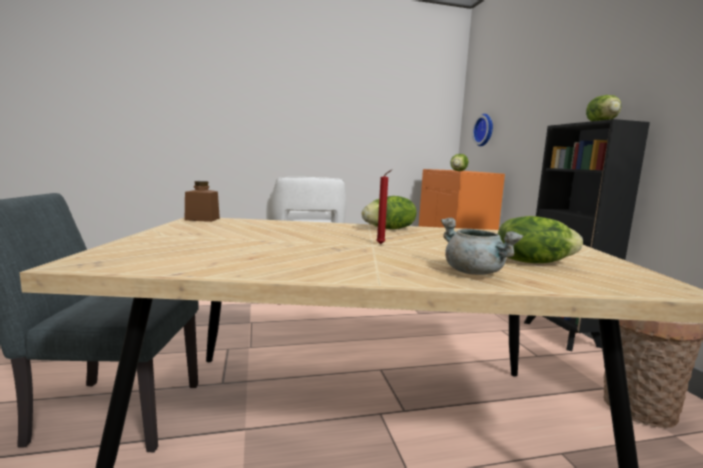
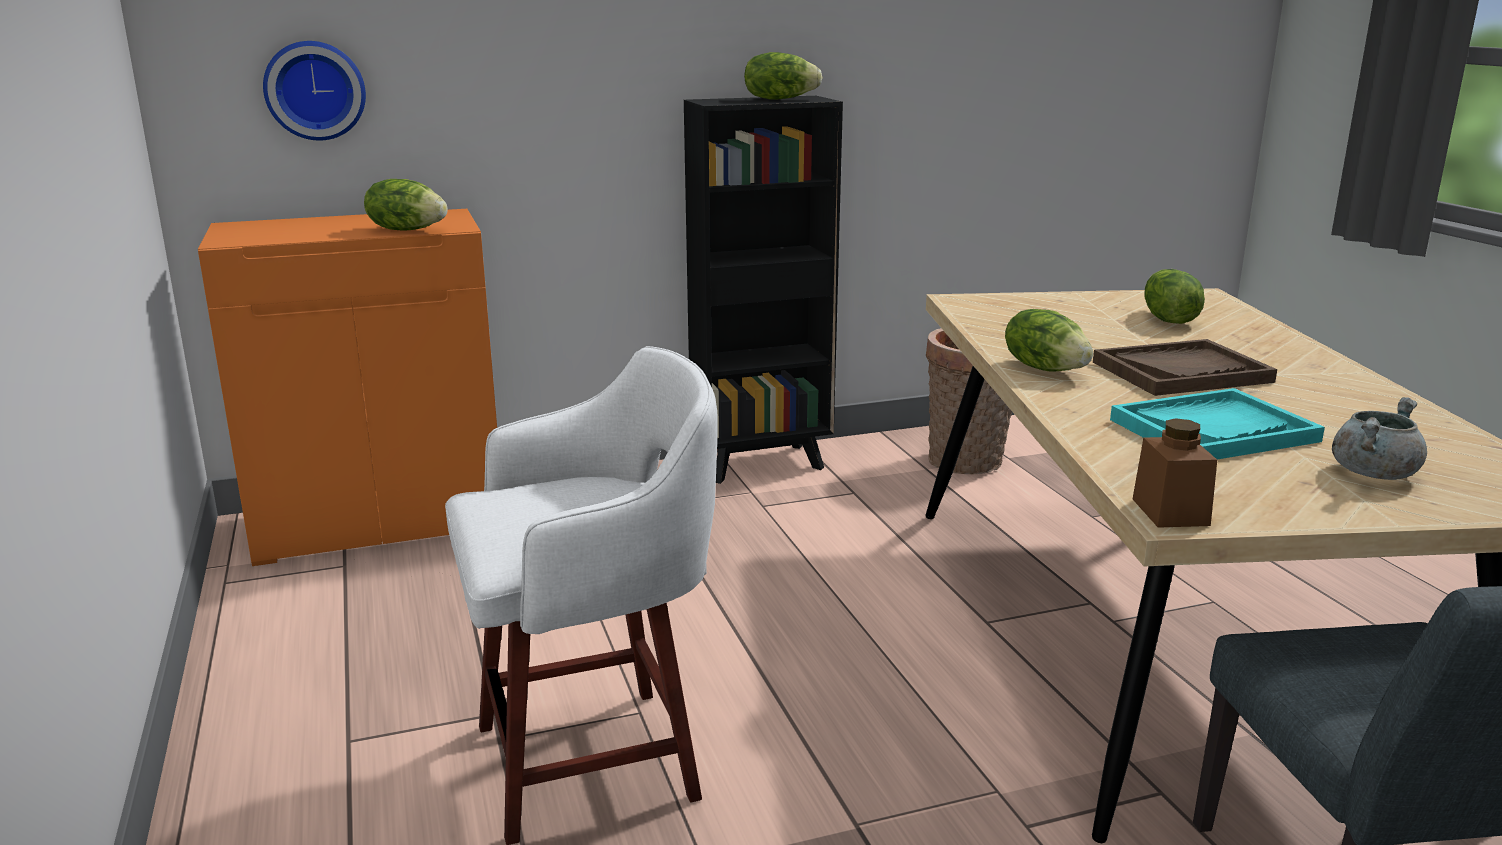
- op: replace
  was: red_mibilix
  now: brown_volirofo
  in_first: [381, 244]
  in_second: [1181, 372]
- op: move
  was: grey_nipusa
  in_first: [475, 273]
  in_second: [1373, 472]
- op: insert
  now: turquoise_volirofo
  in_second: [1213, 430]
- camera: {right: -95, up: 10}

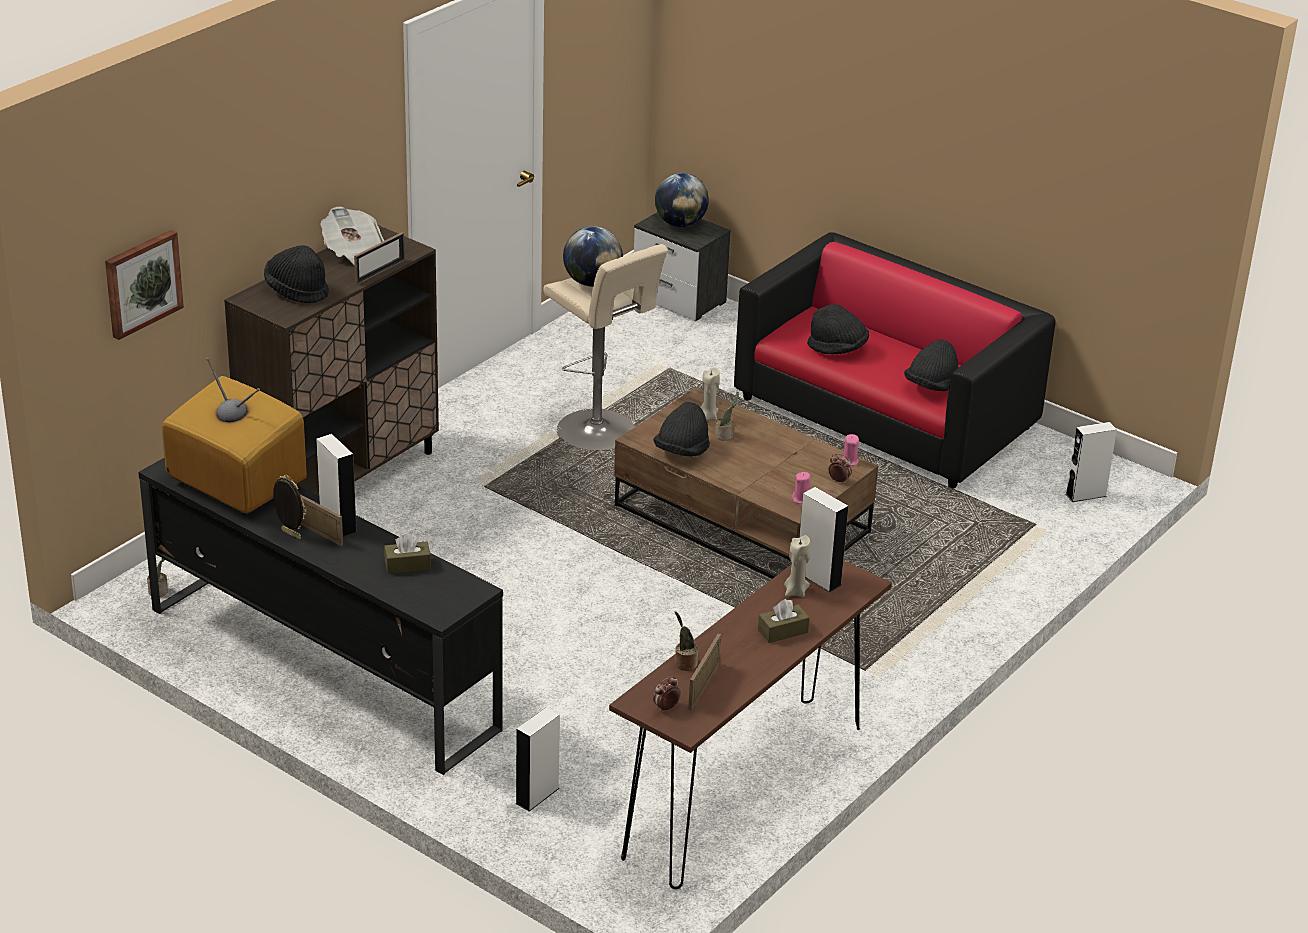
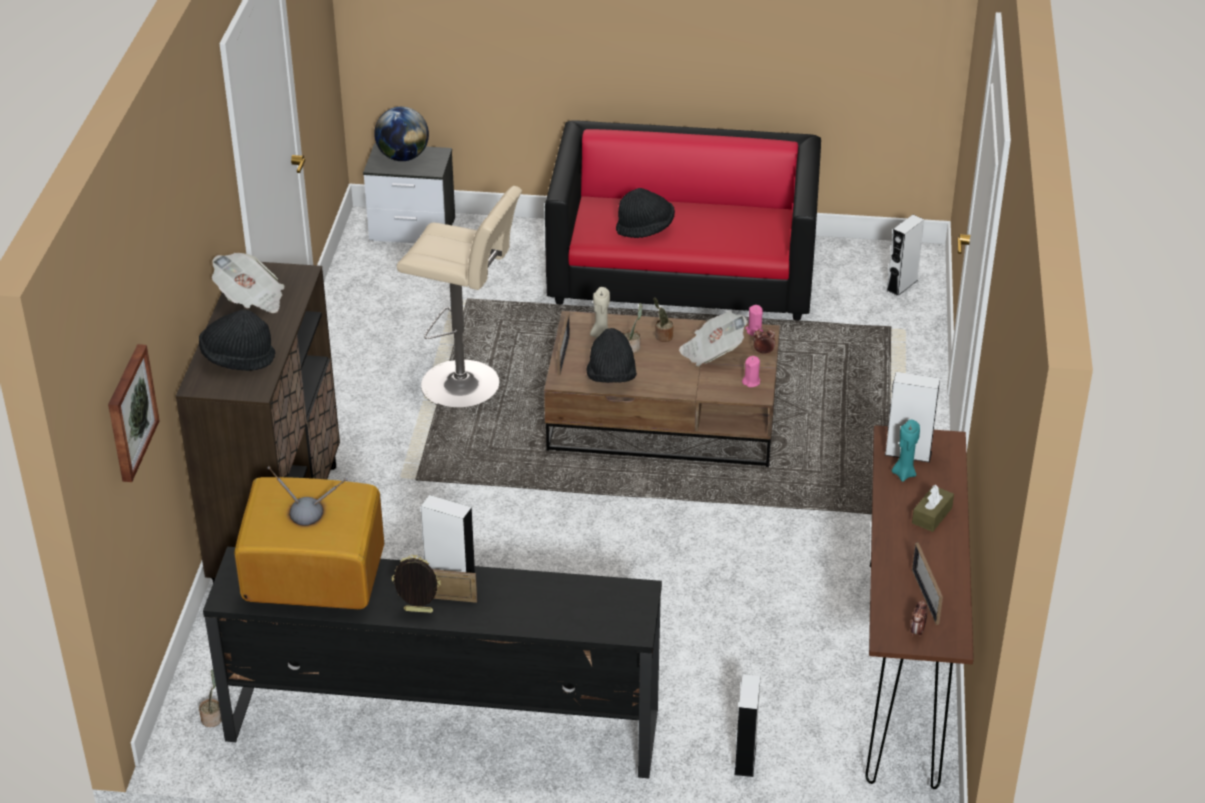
- op: move
  was: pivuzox
  in_first: [380, 272]
  in_second: [563, 355]
- op: delete
  was: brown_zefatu
  in_first: [407, 565]
- op: delete
  was: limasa
  in_first: [592, 282]
- op: move
  was: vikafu
  in_first: [684, 663]
  in_second: [662, 337]
- op: recolor
  was: beige_mibilix
  now: turquoise_mibilix
  in_first: [795, 591]
  in_second: [903, 474]
- op: delete
  was: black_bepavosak
  in_first: [931, 386]
- op: insert
  now: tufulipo
  in_second: [712, 352]
- camera: {right: -30, up: 5}

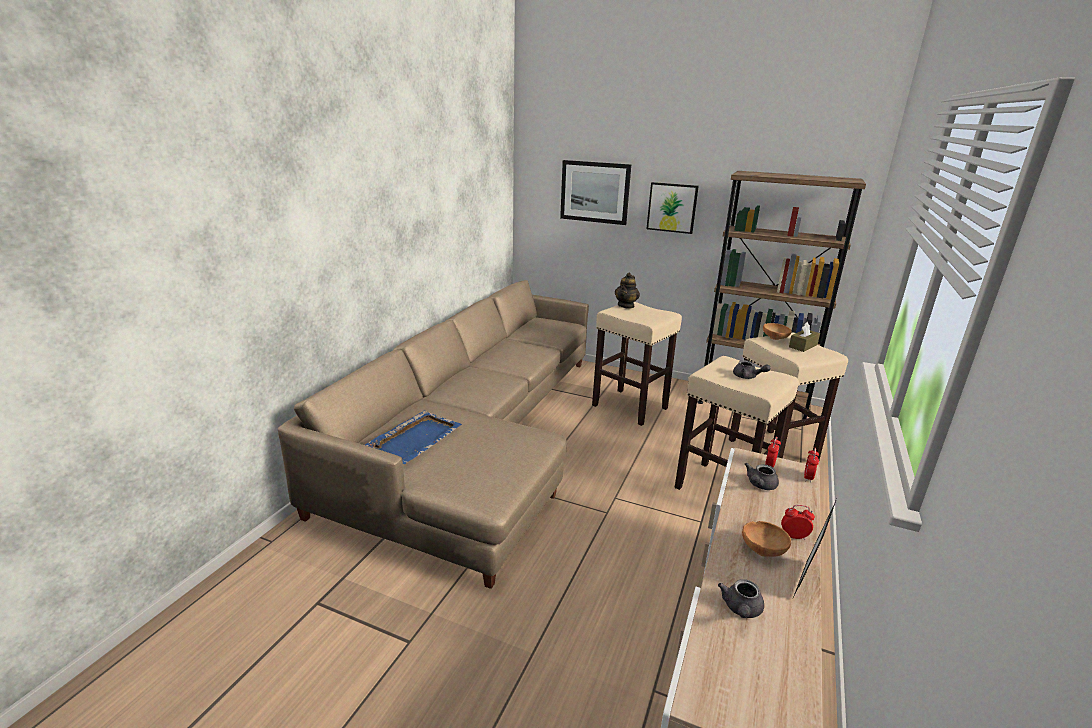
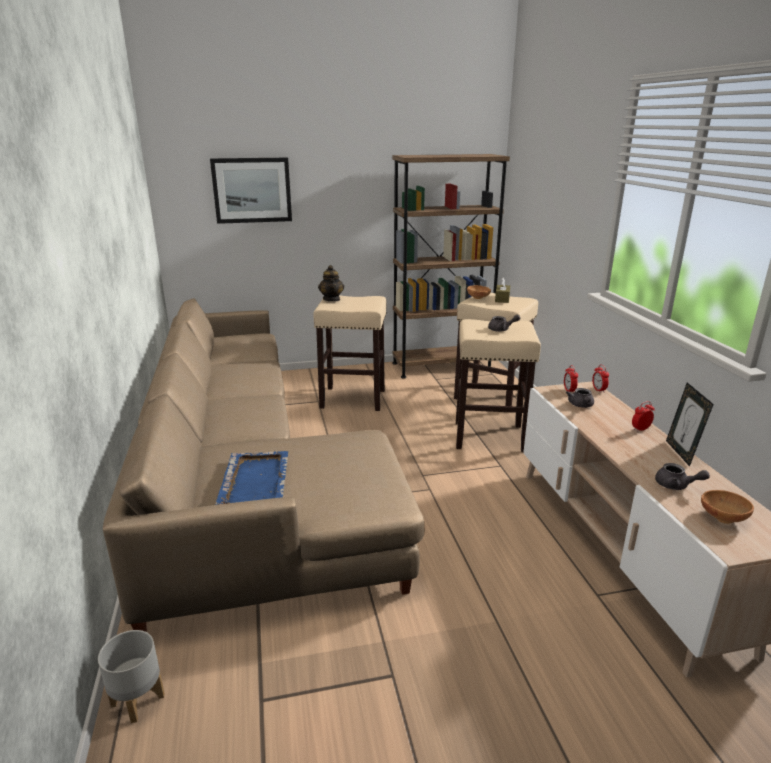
- op: delete
  was: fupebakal
  in_first: [672, 207]
- op: rotate
  was: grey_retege
  in_first: [741, 610]
  in_second: [676, 485]
  clockwise: -45
- op: move
  was: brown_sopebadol
  in_first: [763, 550]
  in_second: [722, 517]
- op: insert
  now: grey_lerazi
  in_second: [137, 699]
- camera: {right: -35, up: 0}

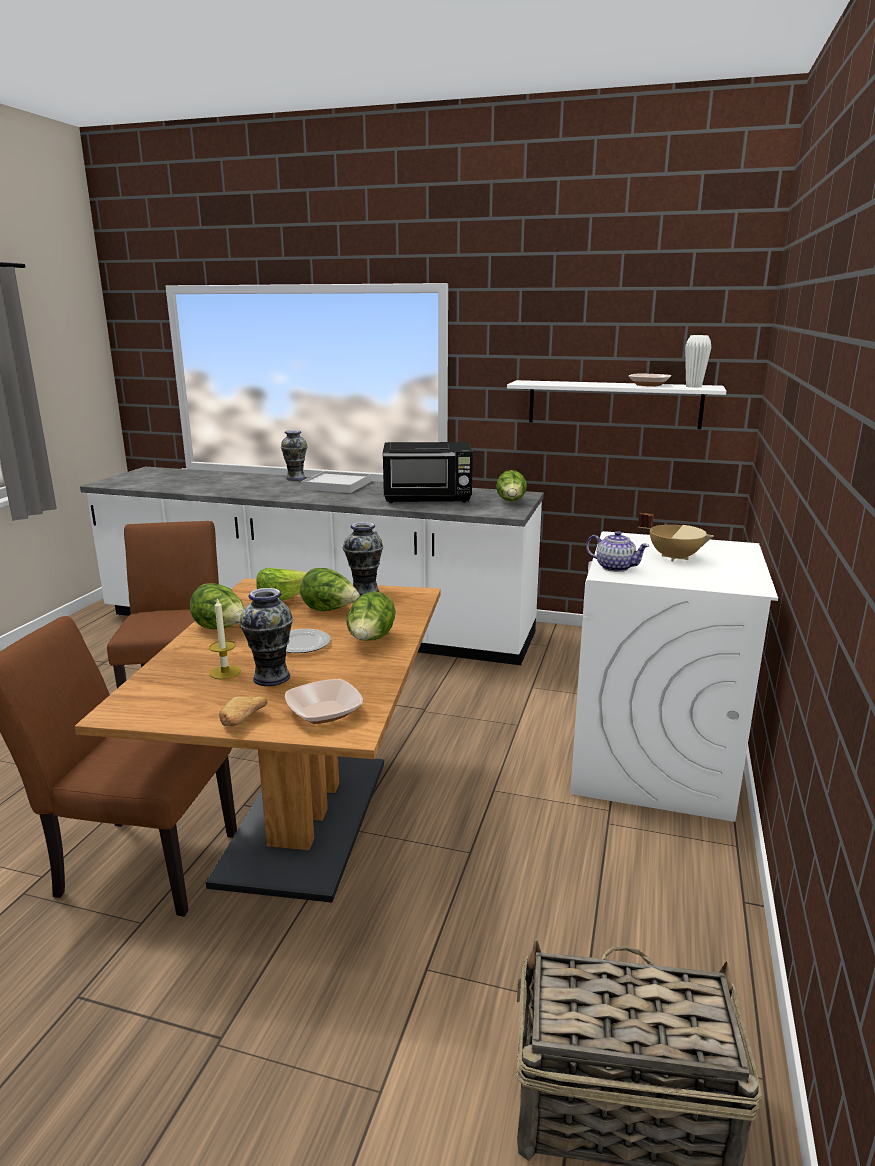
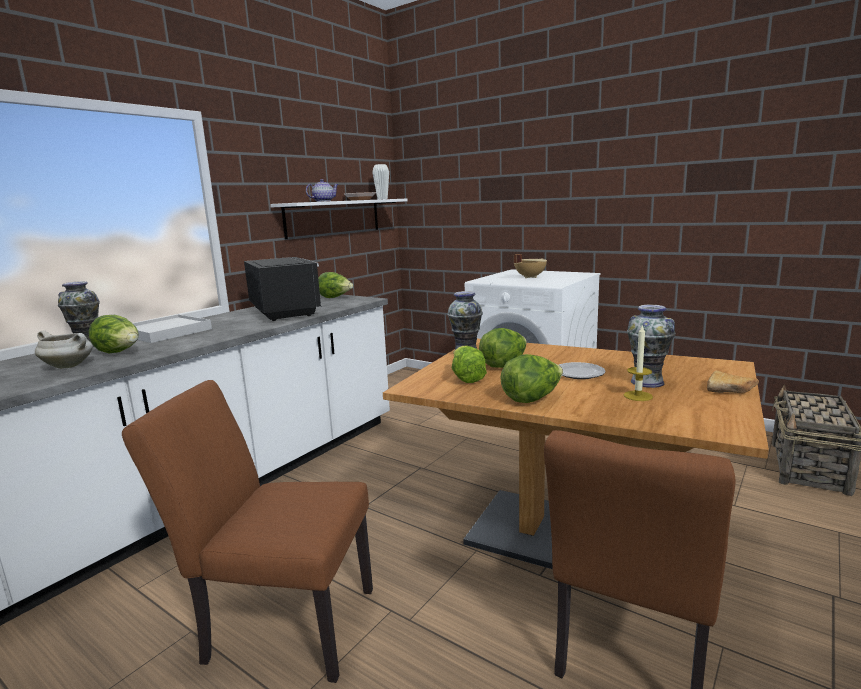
- op: delete
  was: sopebadol
  in_first: [324, 712]
- op: move
  was: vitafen
  in_first: [371, 640]
  in_second: [119, 353]
- op: rotate
  was: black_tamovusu
  in_first: [428, 498]
  in_second: [285, 311]
  clockwise: -45
- op: move
  was: retege
  in_first: [614, 567]
  in_second: [323, 201]
- op: insert
  now: white_nipusa
  in_second: [69, 366]
- camera: {right: -70, up: -5}

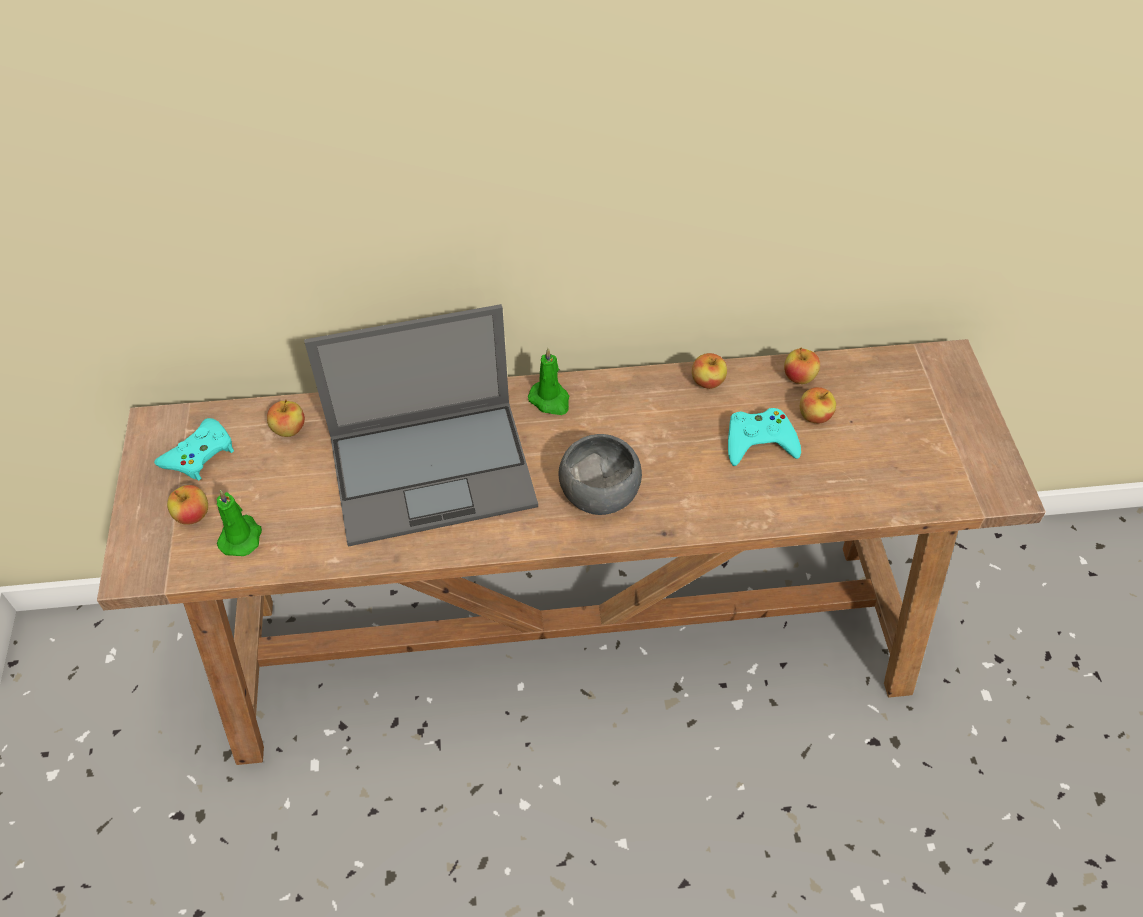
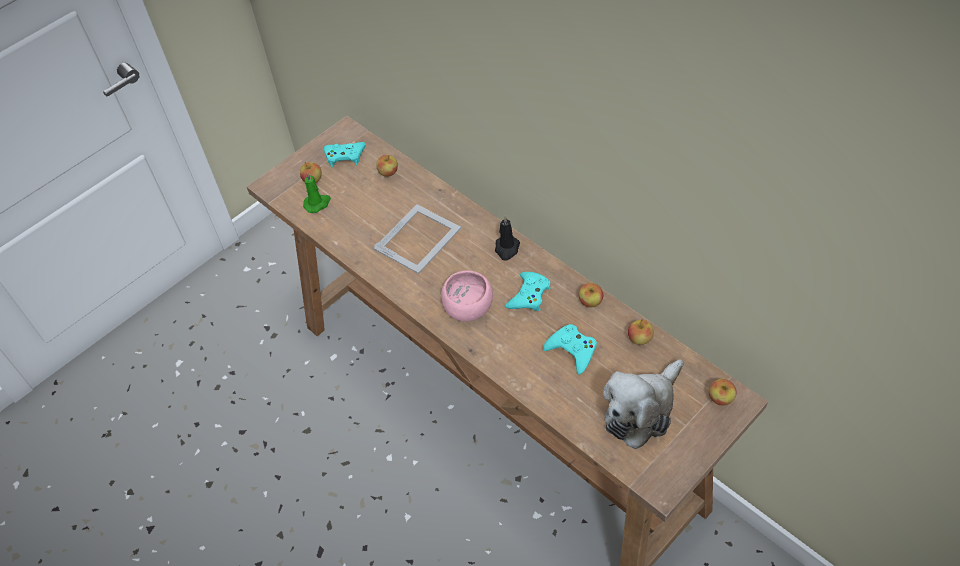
- op: replace
  was: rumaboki
  now: pivuzox
  in_first: [434, 469]
  in_second: [419, 238]
- op: recolor
  was: green_mibilix
  now: black_mibilix
  in_first: [550, 400]
  in_second: [507, 249]
- op: recolor
  was: grey_sopebadol
  now: pink_sopebadol
  in_first: [599, 492]
  in_second: [469, 307]
- op: move
  was: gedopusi
  in_first: [814, 416]
  in_second: [720, 398]
- op: insert
  now: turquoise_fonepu
  in_second: [529, 295]
- op: insert
  now: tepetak
  in_second: [641, 410]
- camera: {right: 55, up: 0}

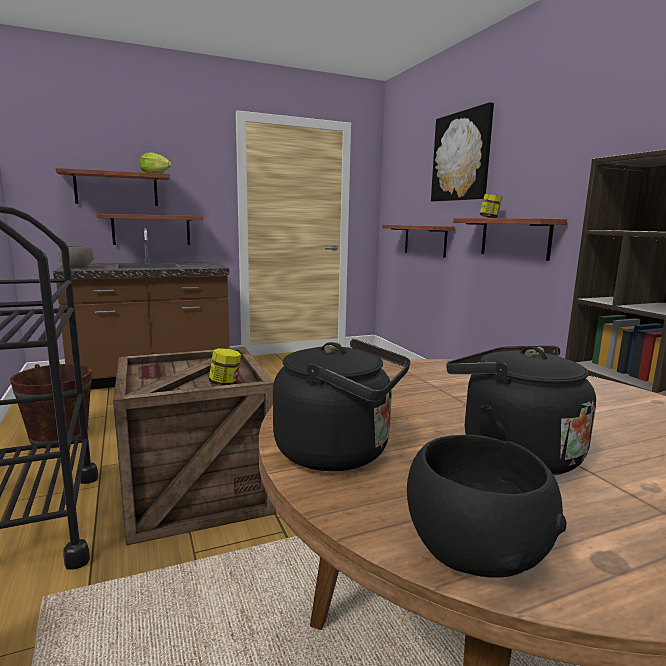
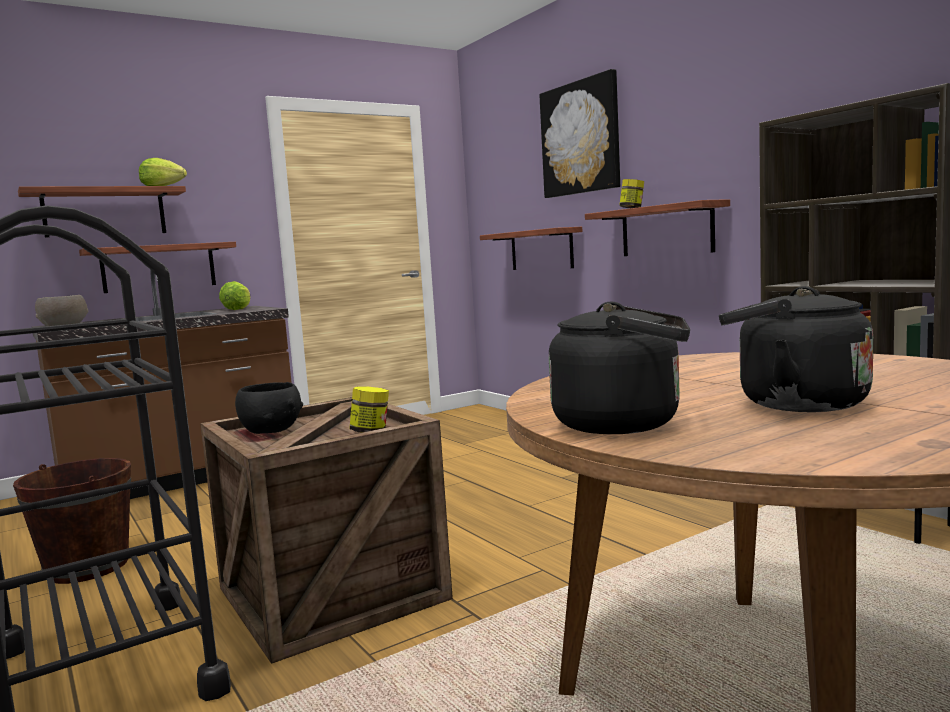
- op: move
  was: black_sopebadol
  in_first: [476, 550]
  in_second: [272, 430]
- op: insert
  now: vitafen
  in_second: [238, 309]
- camera: {right: -10, up: -5}

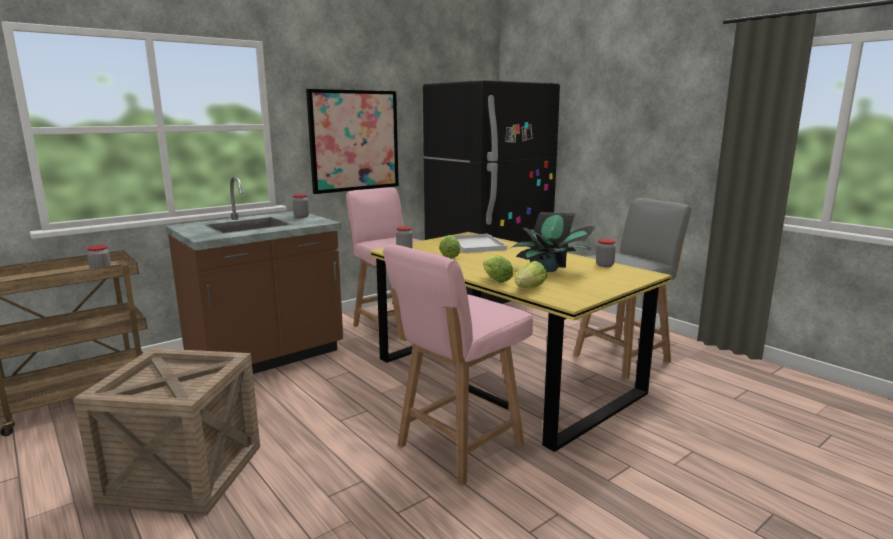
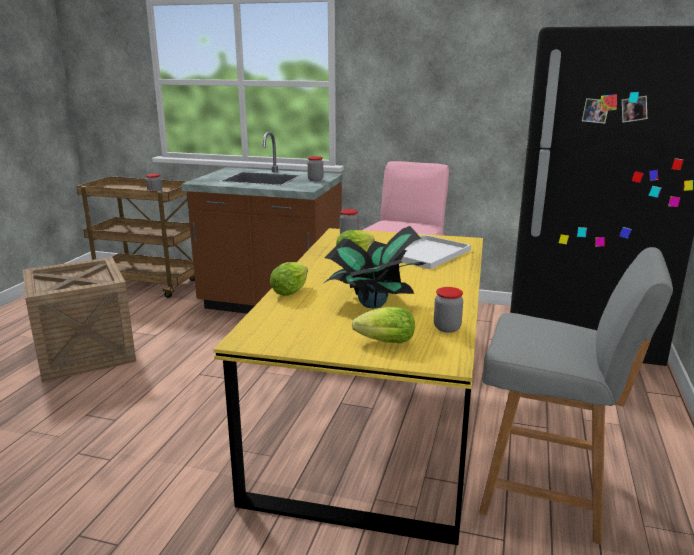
- op: delete
  was: fupebakal
  in_first: [354, 140]
- op: delete
  was: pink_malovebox
  in_first: [458, 446]
- op: move
  was: vitafen
  in_first: [528, 289]
  in_second: [382, 342]
- camera: {right: 55, up: 5}

